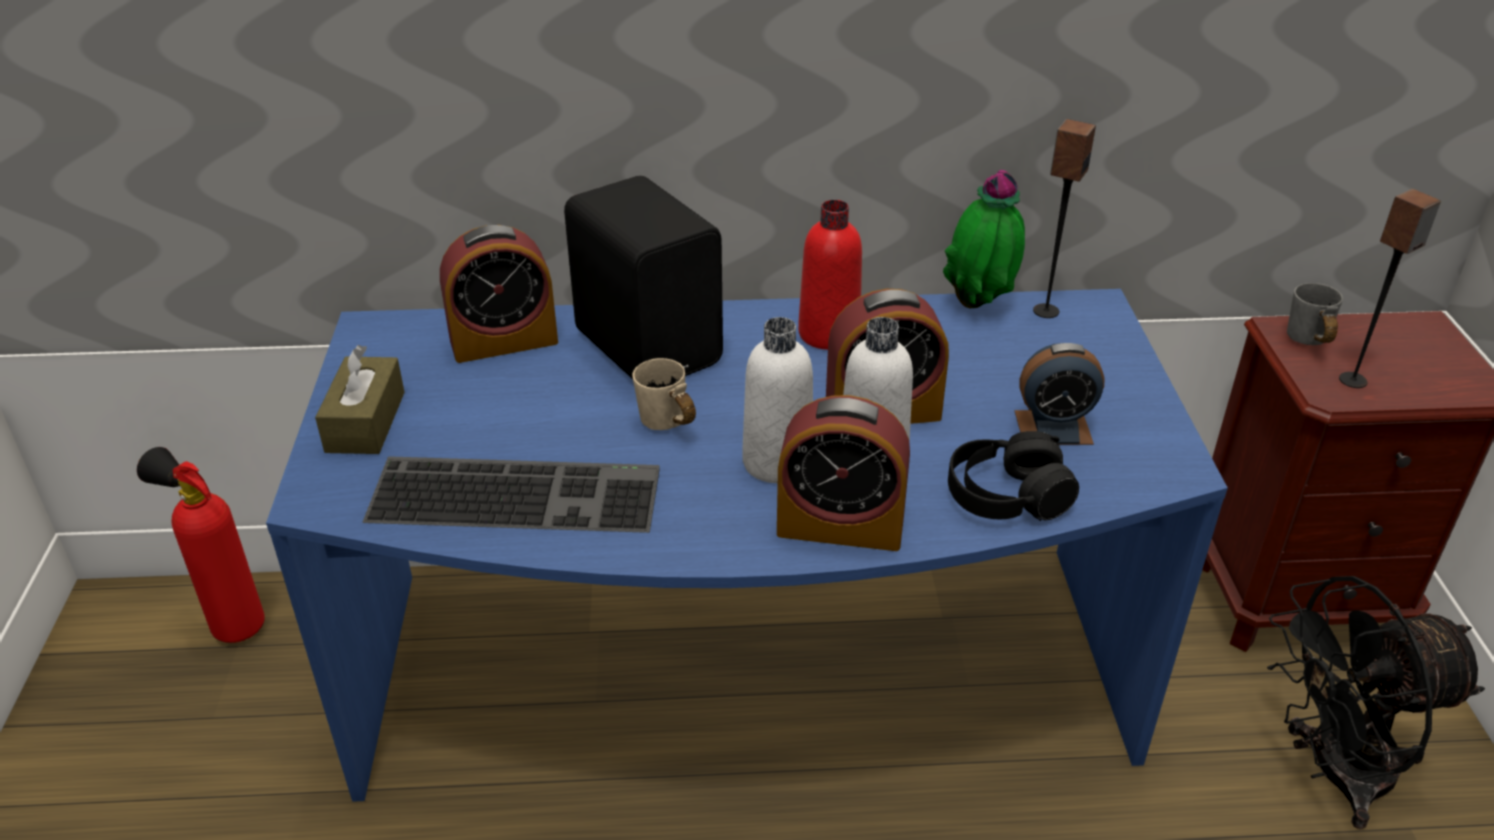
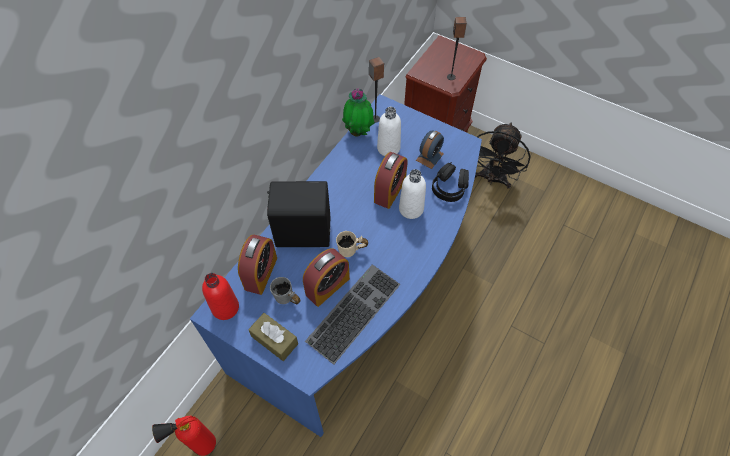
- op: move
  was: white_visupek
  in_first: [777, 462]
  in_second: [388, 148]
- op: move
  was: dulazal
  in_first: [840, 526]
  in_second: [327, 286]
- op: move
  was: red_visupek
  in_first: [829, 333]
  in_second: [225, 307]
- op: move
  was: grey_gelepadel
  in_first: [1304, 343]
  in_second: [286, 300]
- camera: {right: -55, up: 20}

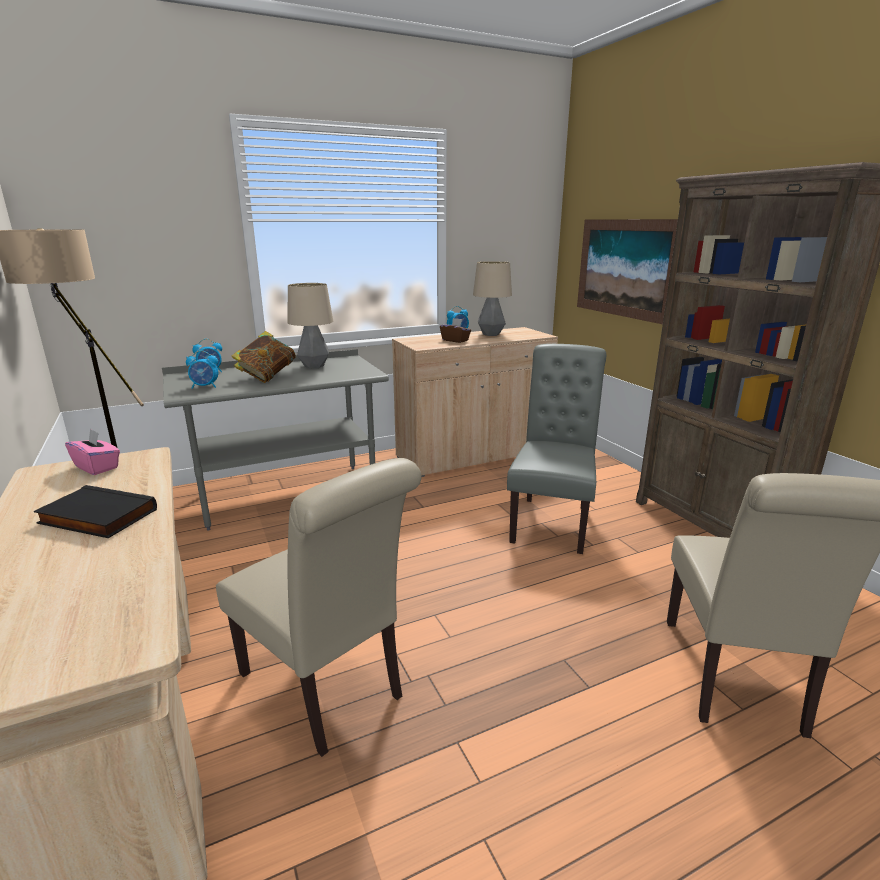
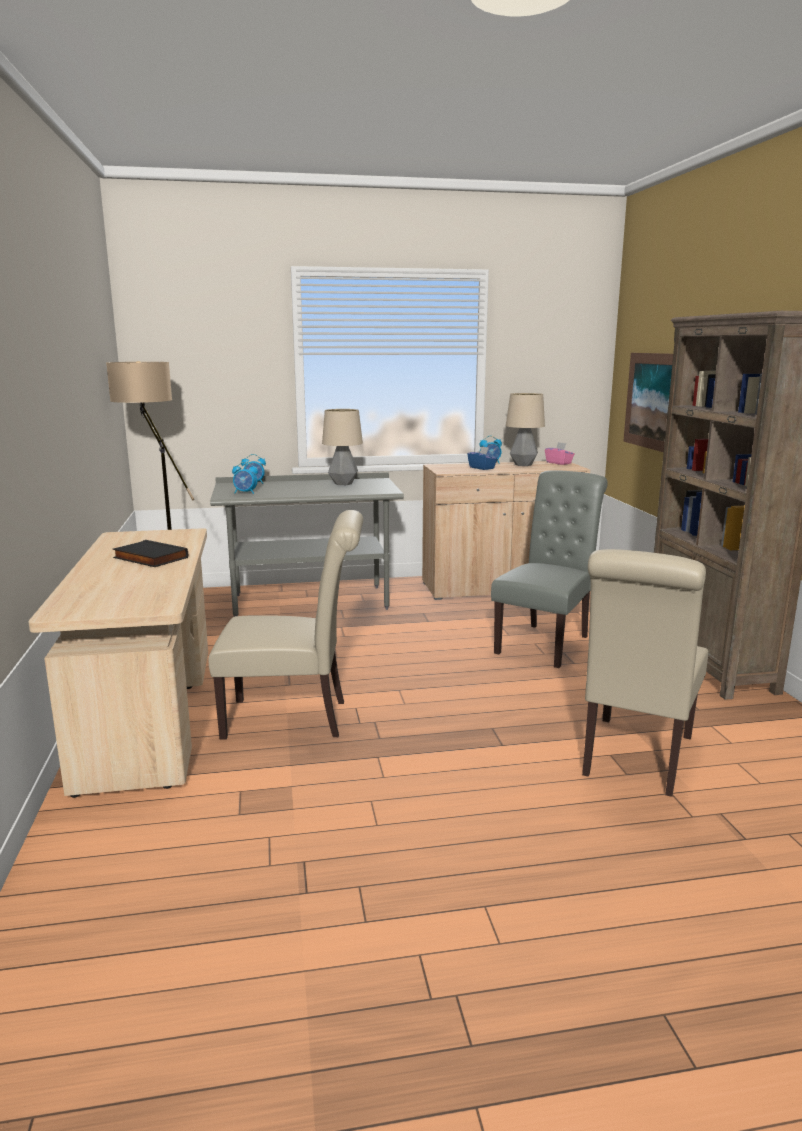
- op: move
  was: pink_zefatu
  in_first: [97, 467]
  in_second: [559, 463]
- op: rotate
  was: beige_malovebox
  in_first: [327, 689]
  in_second: [294, 718]
  clockwise: -60
- op: delete
  was: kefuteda
  in_first: [267, 377]
- op: recolor
  was: brown_zefatu
  now: blue_zefatu
  in_first: [455, 340]
  in_second: [482, 468]
- camera: {right: 15, up: -5}

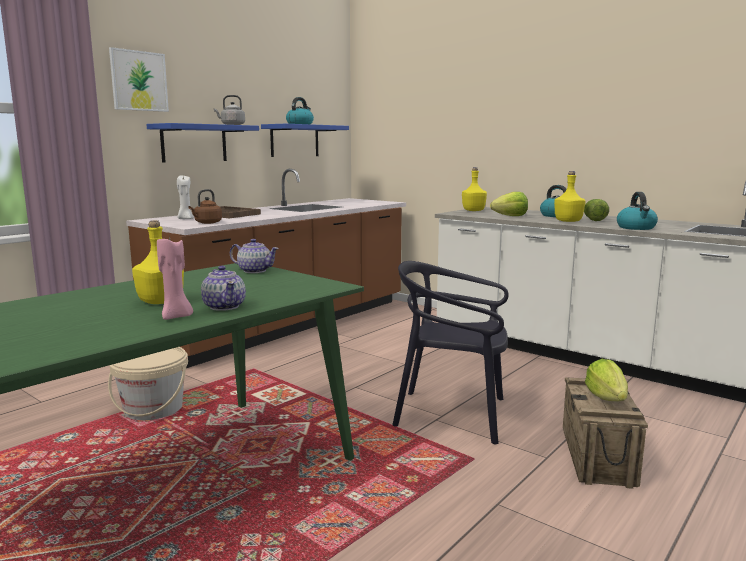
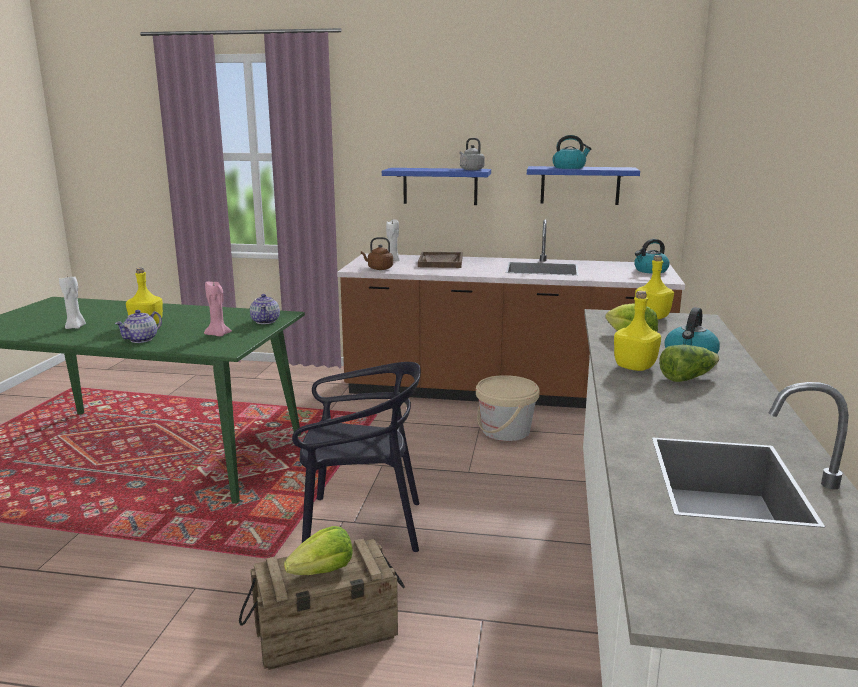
- op: move
  was: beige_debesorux
  in_first: [153, 409]
  in_second: [505, 431]
- op: delete
  was: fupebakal
  in_first: [139, 81]
- op: move
  was: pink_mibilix
  in_first: [176, 317]
  in_second: [218, 335]
- op: rotate
  was: black_malovebox
  in_first: [452, 414]
  in_second: [361, 527]
  clockwise: 105
- op: move
  was: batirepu
  in_first: [636, 228]
  in_second: [650, 271]
- op: insert
  now: white_mibilix
  in_second: [76, 327]
- camera: {right: 60, up: 5}

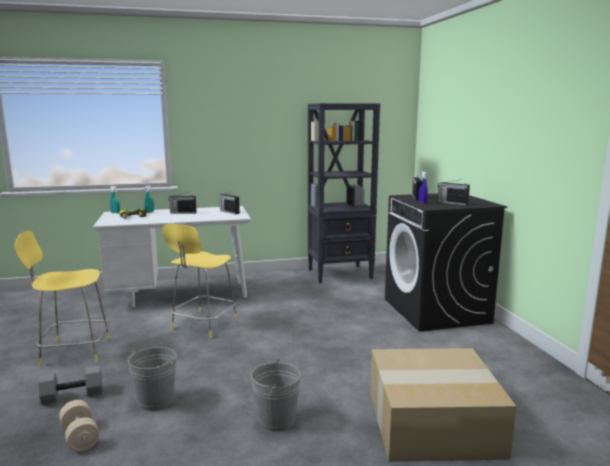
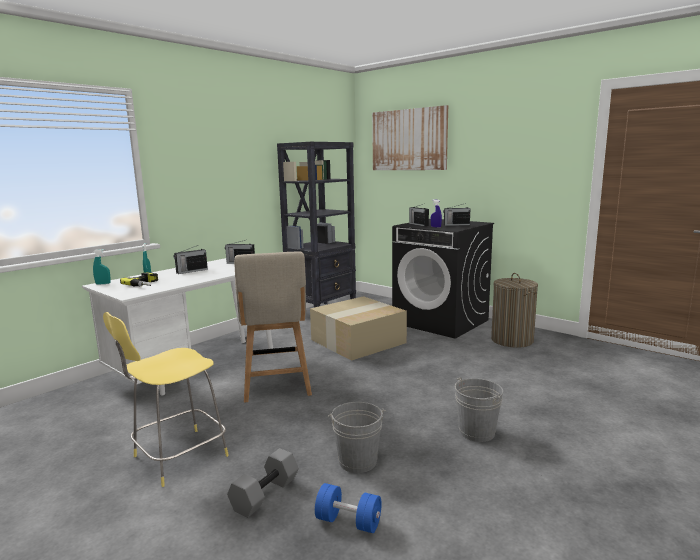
- op: recolor
  was: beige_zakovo
  now: blue_zakovo
  in_first: [80, 437]
  in_second: [348, 521]
- op: replace
  was: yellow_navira
  now: beige_malovebox
  in_first: [203, 325]
  in_second: [277, 386]
- op: move
  was: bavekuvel
  in_first: [431, 424]
  in_second: [358, 342]
- op: insert
  now: fupebakal
  in_second: [408, 140]
- op: insert
  now: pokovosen
  in_second: [512, 340]
- camera: {right: -35, up: 0}

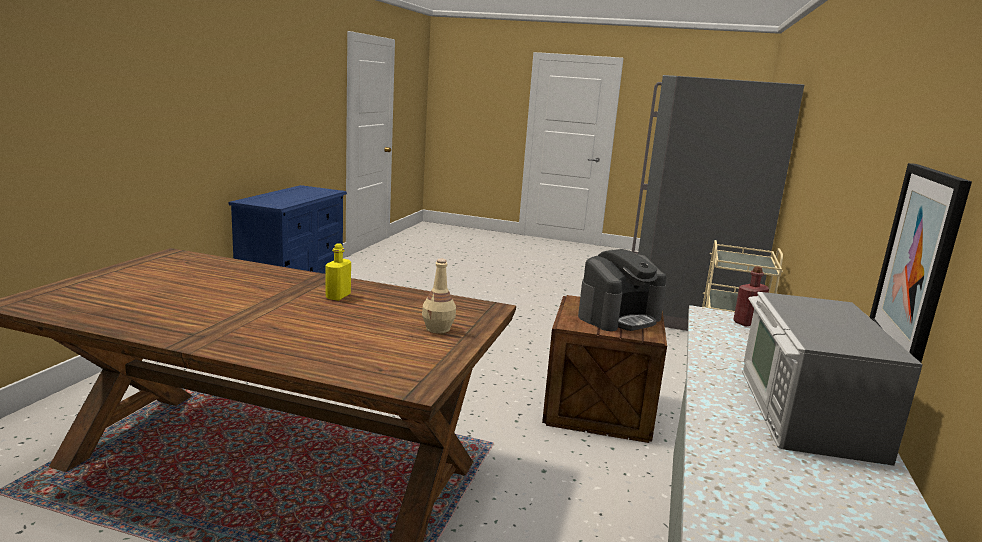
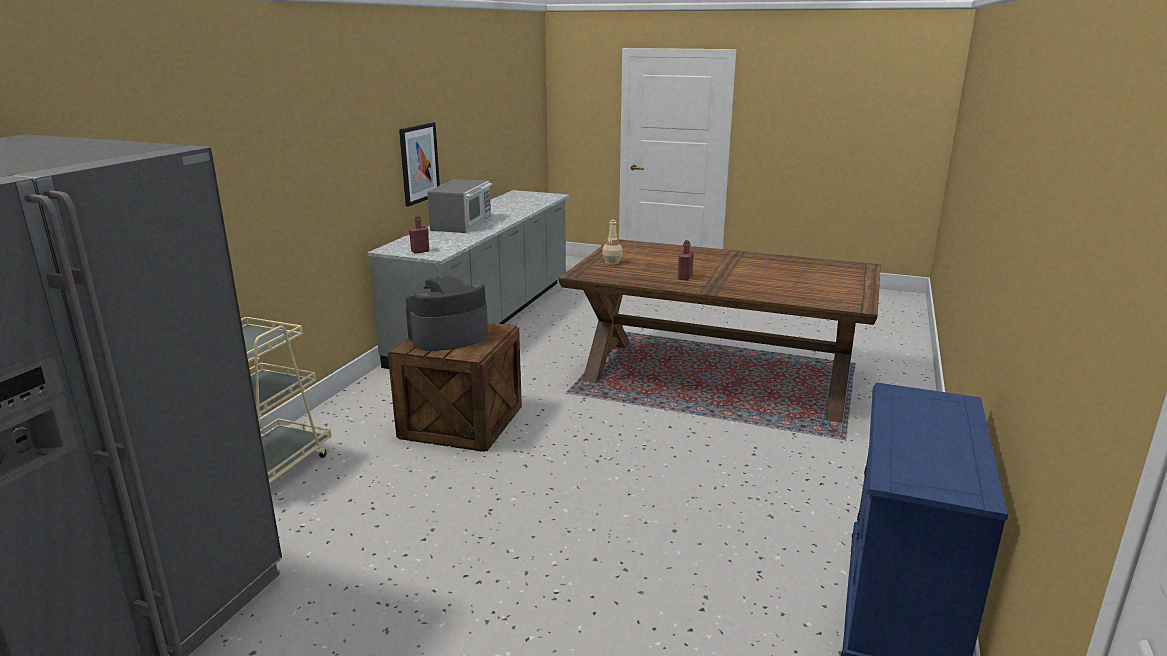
- op: recolor
  was: yellow_visupek
  now: red_visupek
  in_first: [338, 296]
  in_second: [685, 277]
- camera: {right: -175, up: 5}

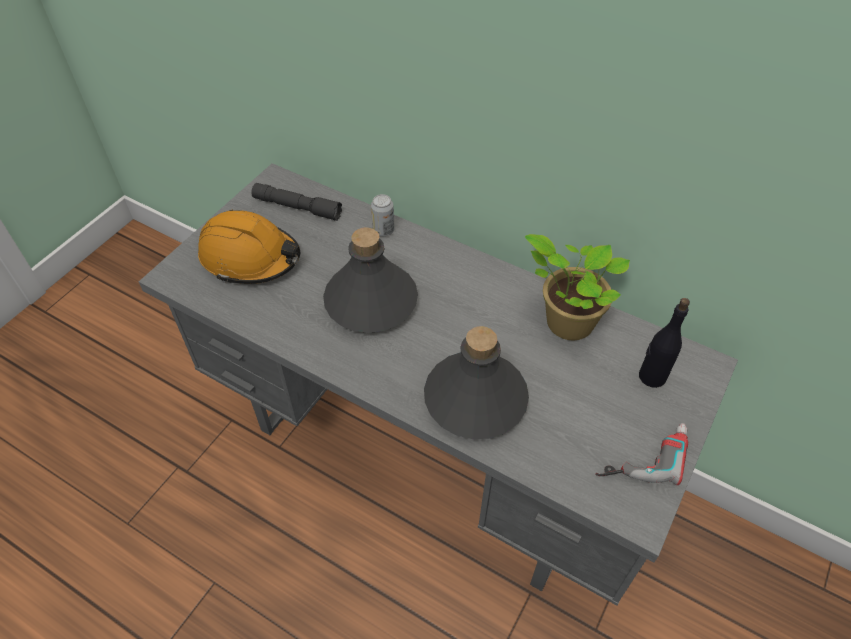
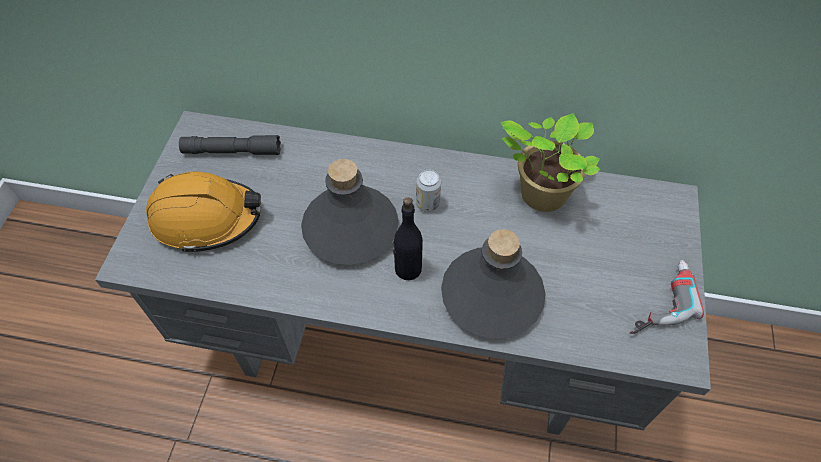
- op: move
  was: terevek
  in_first: [383, 230]
  in_second: [427, 204]
- op: move
  was: black_visupek
  in_first: [651, 376]
  in_second: [407, 269]
- camera: {right: -20, up: 5}

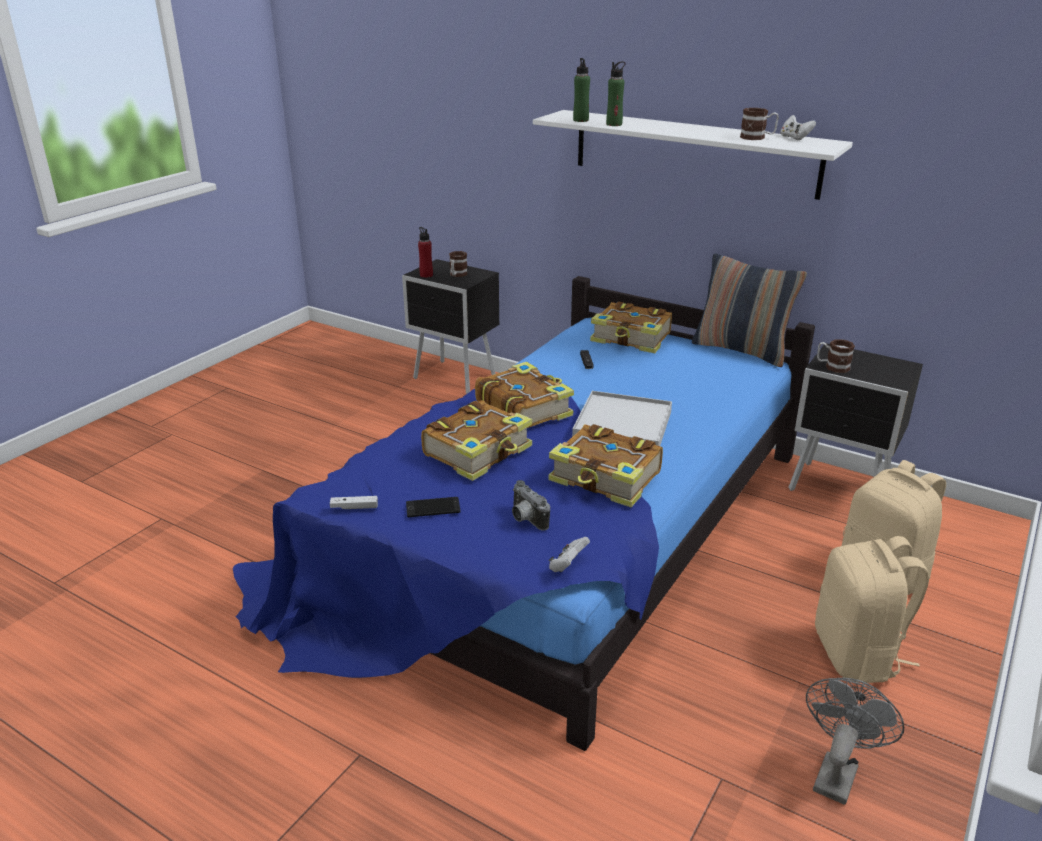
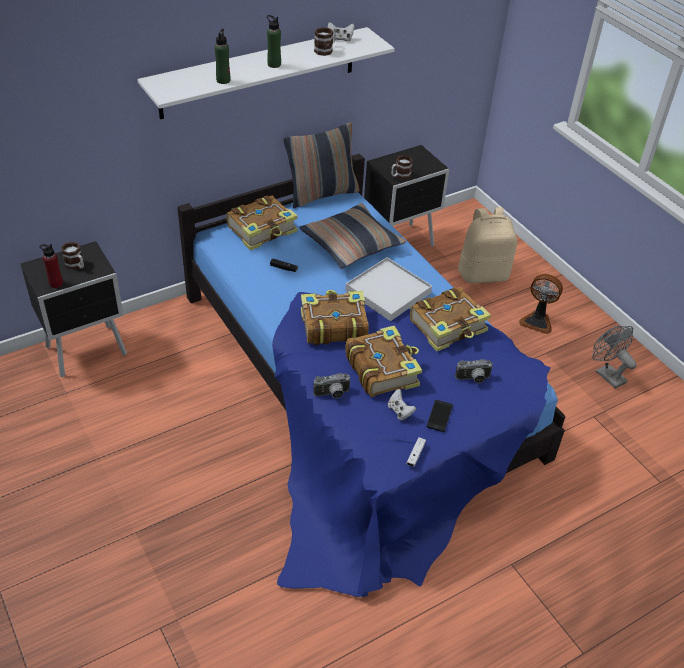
- op: move
  was: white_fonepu
  in_first: [567, 566]
  in_second: [400, 411]
- op: move
  was: green_visupek
  in_first: [580, 120]
  in_second: [274, 64]
- op: replace
  was: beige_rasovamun
  now: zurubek
  in_first: [857, 655]
  in_second: [537, 321]
- op: insert
  now: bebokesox
  in_second: [351, 244]
- op: insert
  now: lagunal
  in_second: [332, 394]
- camera: {right: -65, up: 15}

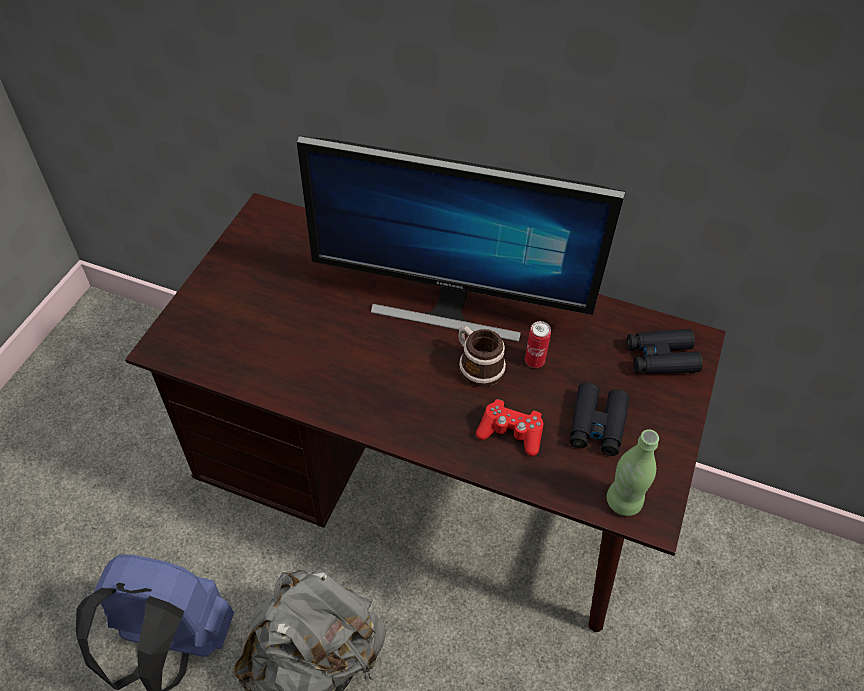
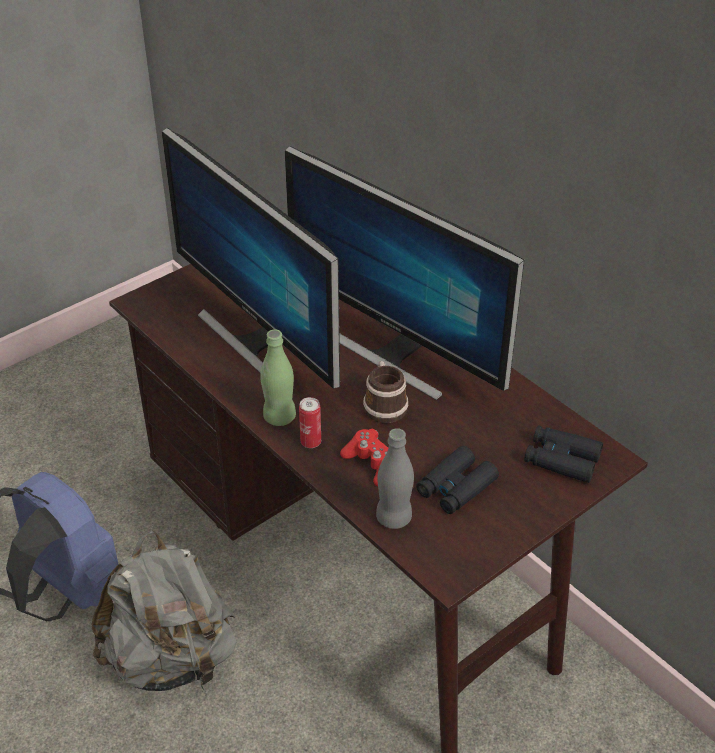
- op: move
  was: terevek
  in_first: [534, 361]
  in_second: [311, 442]
- op: move
  was: green_visupek
  in_first: [623, 501]
  in_second: [279, 417]
- op: insert
  now: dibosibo
  in_second: [259, 341]
- op: insert
  now: grey_visupek
  in_second: [394, 518]
- camera: {right: 30, up: -10}

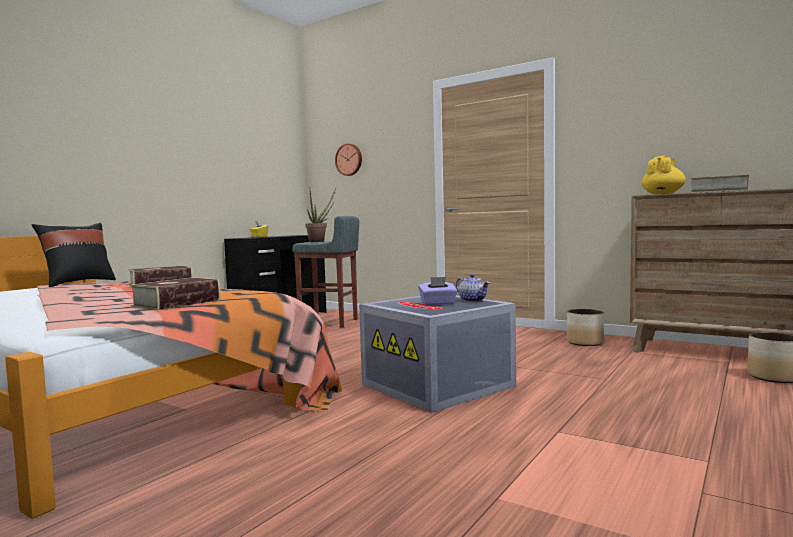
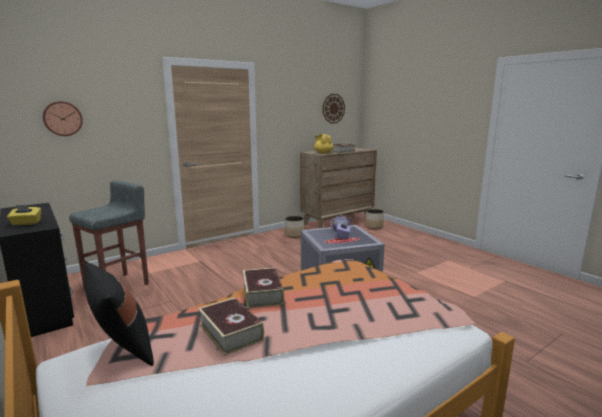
- op: move
  was: kefuteda
  in_first: [177, 303]
  in_second: [230, 332]
- op: delete
  was: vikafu
  in_first: [319, 241]
- op: insert
  now: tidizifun
  in_second: [333, 108]
- camera: {right: -70, up: 10}

